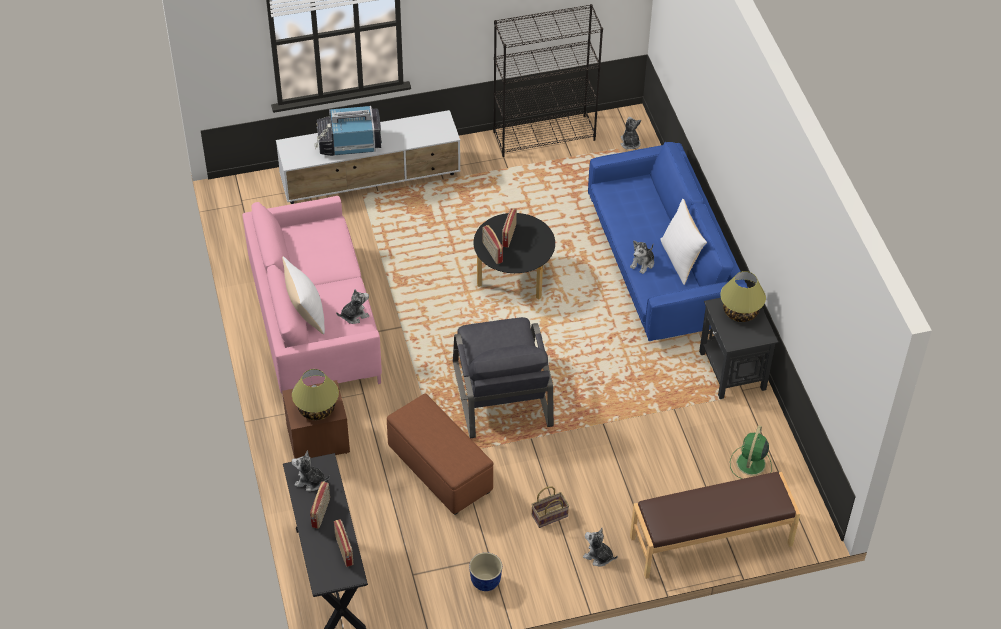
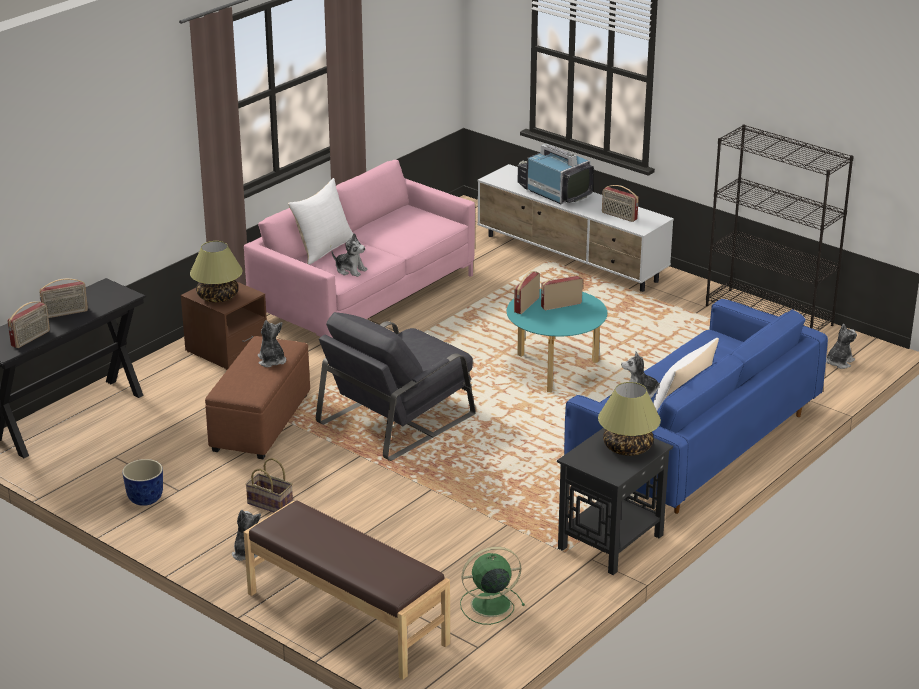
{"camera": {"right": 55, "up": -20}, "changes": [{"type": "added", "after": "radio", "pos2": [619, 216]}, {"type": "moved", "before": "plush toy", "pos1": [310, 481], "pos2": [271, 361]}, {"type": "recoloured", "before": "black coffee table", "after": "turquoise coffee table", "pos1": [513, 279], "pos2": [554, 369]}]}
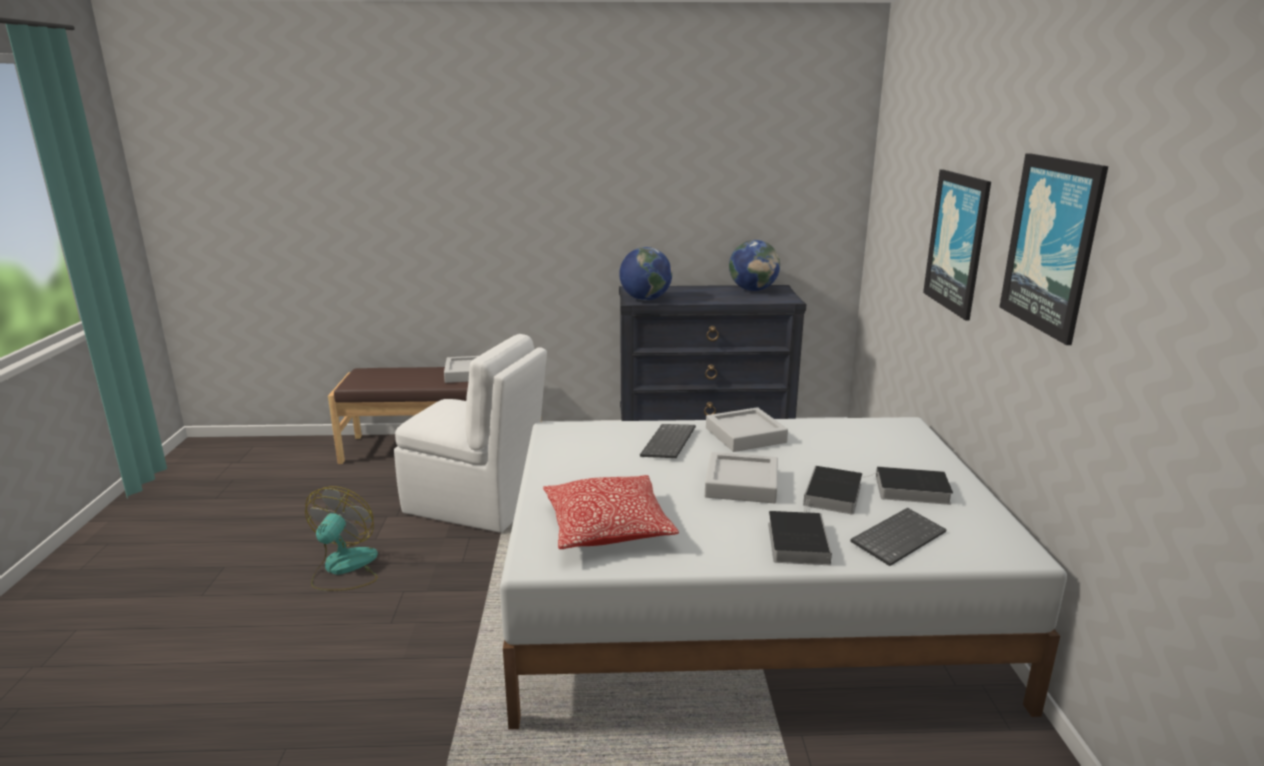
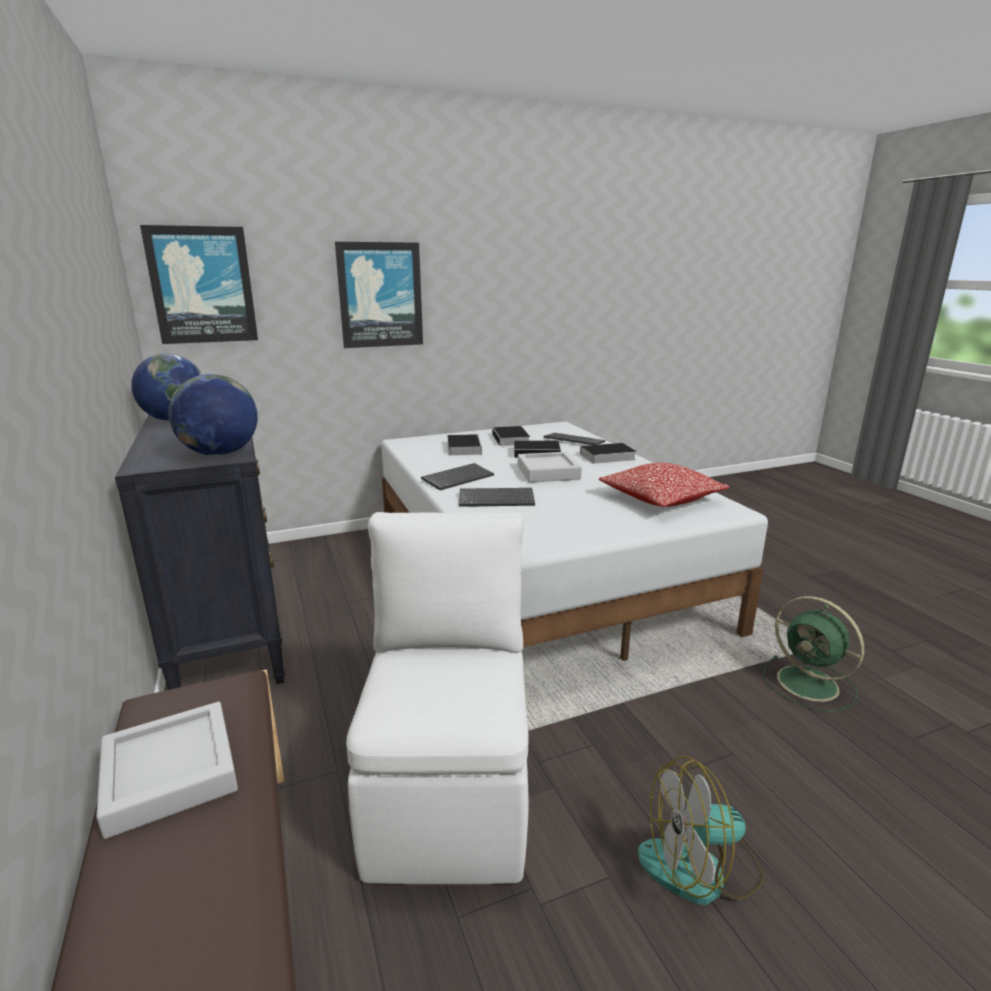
{"camera": {"right": -110, "up": 0}, "changes": [{"type": "added", "after": "book", "pos2": [463, 448]}, {"type": "added", "after": "green fan", "pos2": [810, 684]}, {"type": "moved", "before": "picture", "pos1": [1052, 245], "pos2": [202, 285]}, {"type": "replaced", "before": "grey tray", "after": "keyboard", "pos1": [745, 435], "pos2": [458, 478]}]}
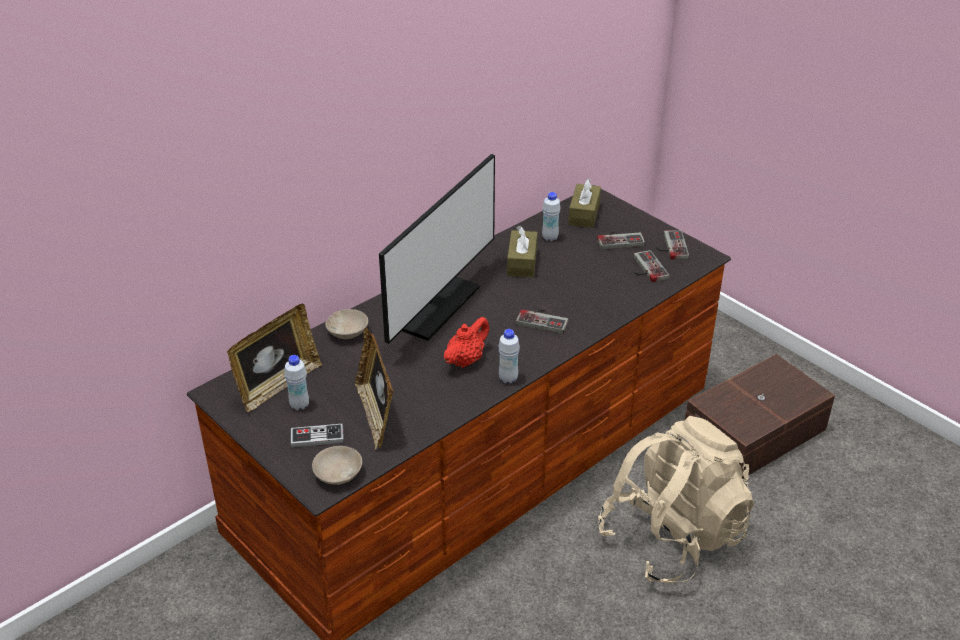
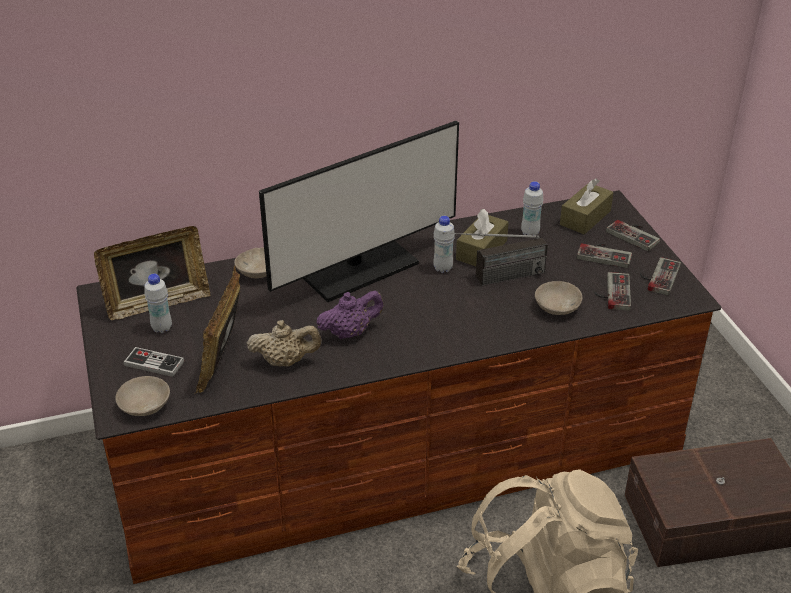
{"camera": {"right": 25, "up": 0}, "changes": [{"type": "added", "after": "beige teapot", "pos2": [285, 361]}, {"type": "added", "after": "radio", "pos2": [493, 279]}, {"type": "added", "after": "beige bowl", "pos2": [556, 306]}, {"type": "moved", "before": "white bottle", "pos1": [508, 378], "pos2": [443, 268]}, {"type": "moved", "before": "game controller", "pos1": [543, 319], "pos2": [635, 234]}, {"type": "recoloured", "before": "red teapot", "after": "purple teapot", "pos1": [466, 360], "pos2": [350, 332]}]}
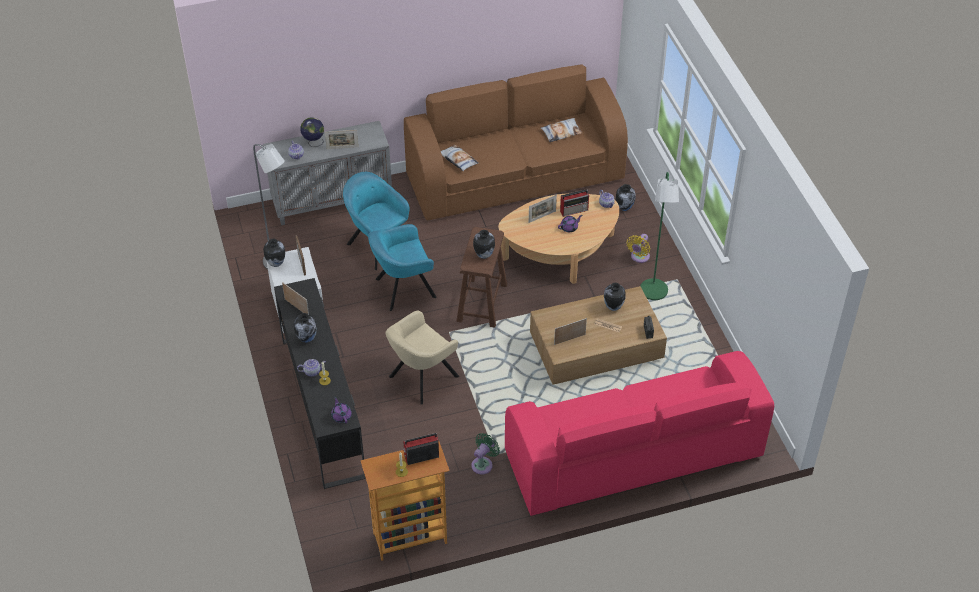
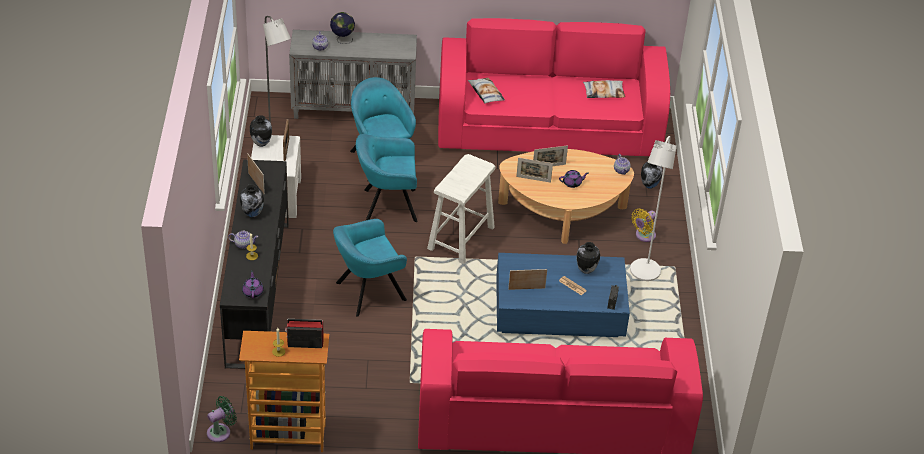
{"camera": {"right": 15, "up": -5}, "changes": [{"type": "removed", "before": "vase", "pos1": [483, 255]}, {"type": "removed", "before": "radio", "pos1": [574, 210]}, {"type": "moved", "before": "picture frame", "pos1": [342, 148], "pos2": [533, 179]}, {"type": "moved", "before": "green fan", "pos1": [483, 464], "pos2": [221, 431]}, {"type": "recoloured", "before": "beige armchair", "after": "turquoise armchair", "pos1": [421, 378], "pos2": [368, 292]}, {"type": "recoloured", "before": "brown sofa", "after": "pink sofa", "pos1": [515, 177], "pos2": [549, 129]}, {"type": "recoloured", "before": "brown stool", "after": "white stool", "pos1": [482, 302], "pos2": [461, 238]}, {"type": "recoloured", "before": "brown coffee table", "after": "blue coffee table", "pos1": [595, 348], "pos2": [558, 310]}, {"type": "recoloured", "before": "green floor lamp", "after": "white floor lamp", "pos1": [653, 294], "pos2": [643, 275]}]}
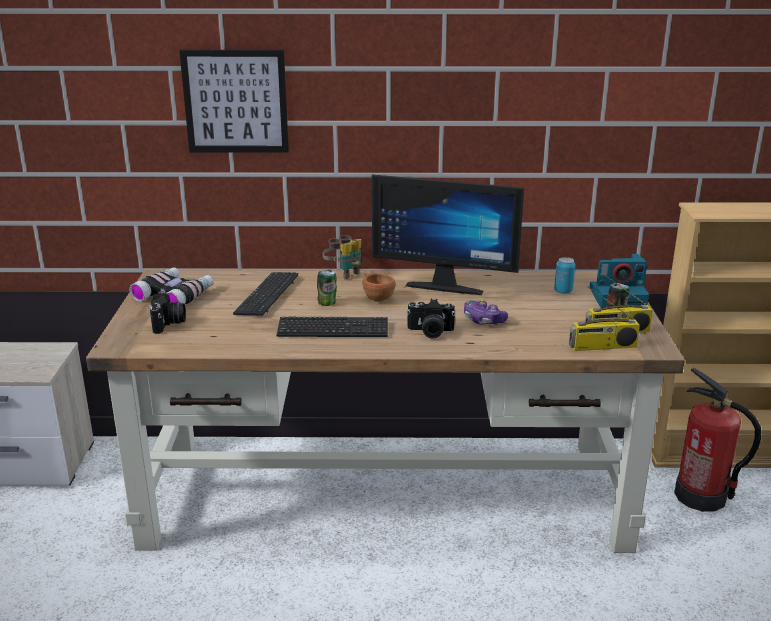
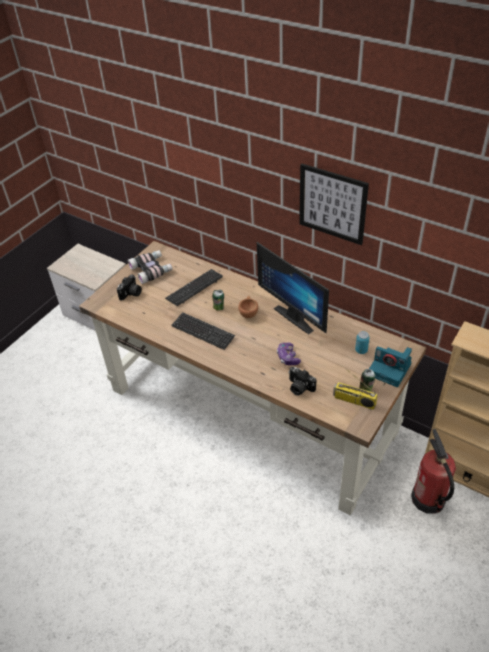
{"camera": {"right": 35, "up": 20}, "changes": [{"type": "removed", "before": "binoculars", "pos1": [344, 273]}, {"type": "removed", "before": "radio", "pos1": [602, 347]}, {"type": "moved", "before": "picture", "pos1": [235, 101], "pos2": [332, 204]}, {"type": "moved", "before": "photo camera", "pos1": [430, 332], "pos2": [299, 387]}]}
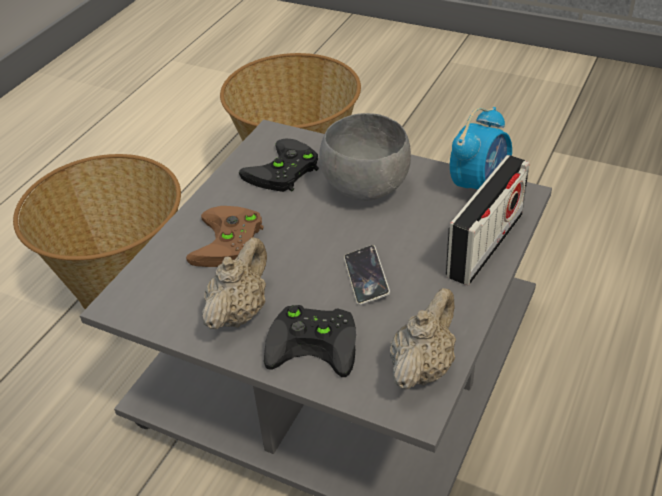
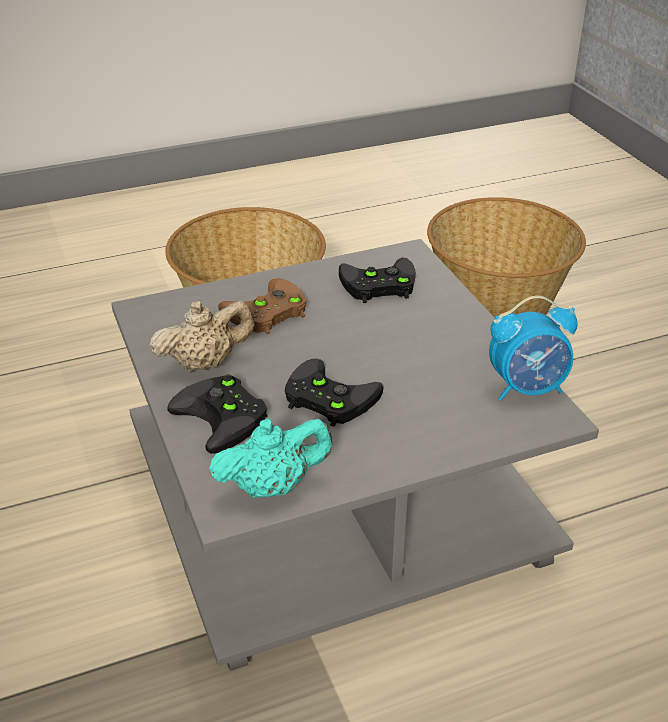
{"camera": {"right": 40, "up": -5}, "changes": [{"type": "removed", "before": "grey bowl", "pos1": [365, 187]}, {"type": "removed", "before": "radio", "pos1": [485, 245]}, {"type": "replaced", "before": "phone", "after": "black game controller", "pos1": [366, 278], "pos2": [326, 398]}, {"type": "recoloured", "before": "beige teapot", "after": "turquoise teapot", "pos1": [422, 367], "pos2": [273, 486]}]}
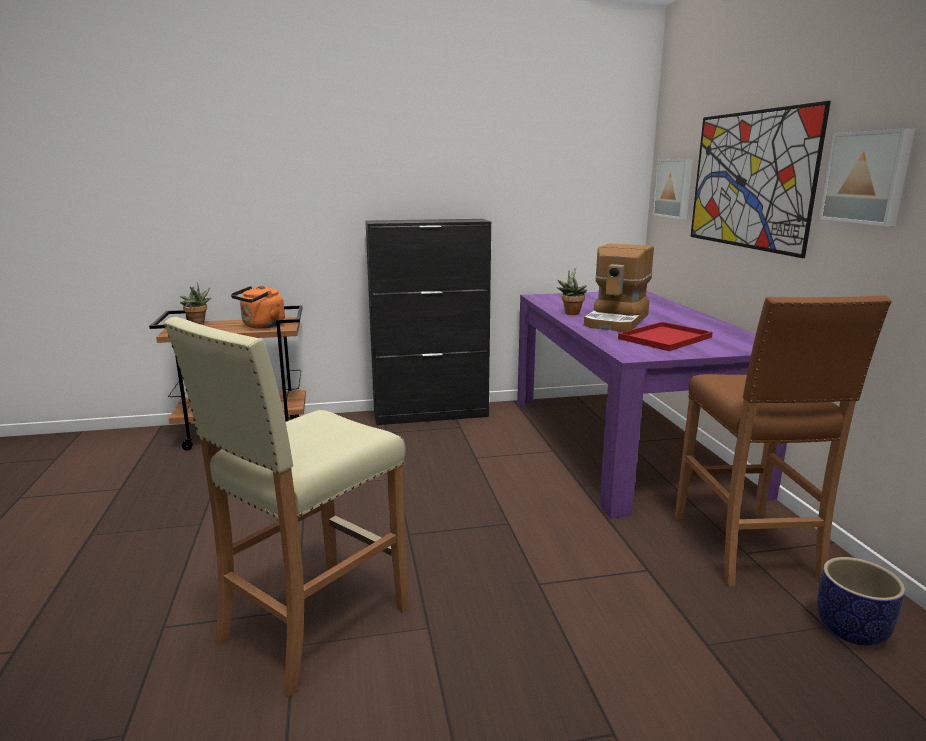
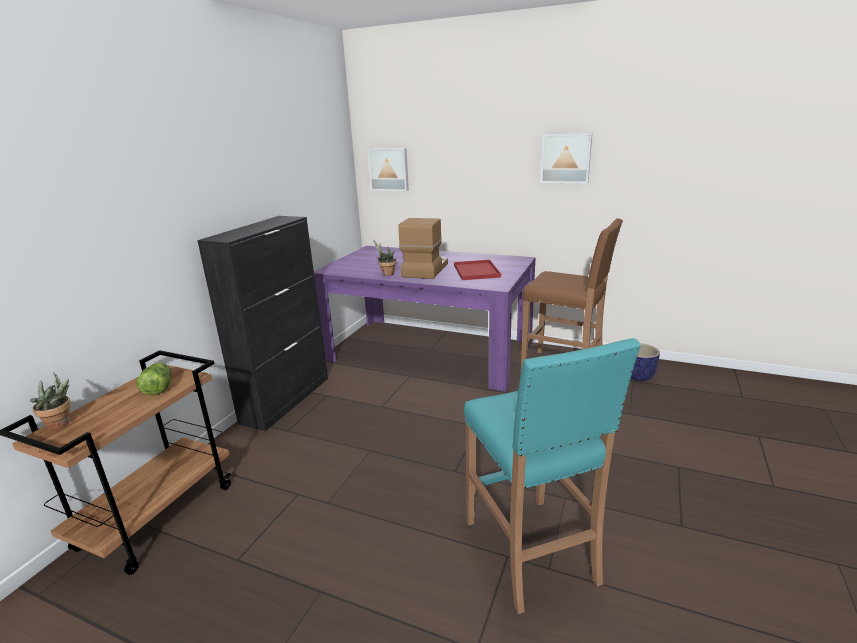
{"camera": {"right": -55, "up": 5}, "changes": [{"type": "removed", "before": "picture", "pos1": [749, 180]}, {"type": "replaced", "before": "orange kettle", "after": "lettuce", "pos1": [261, 326], "pos2": [158, 388]}, {"type": "recoloured", "before": "beige stool", "after": "turquoise stool", "pos1": [312, 624], "pos2": [530, 551]}, {"type": "turned", "before": "coffee machine", "pos1": [617, 321], "pos2": [425, 269], "turn": -135}]}
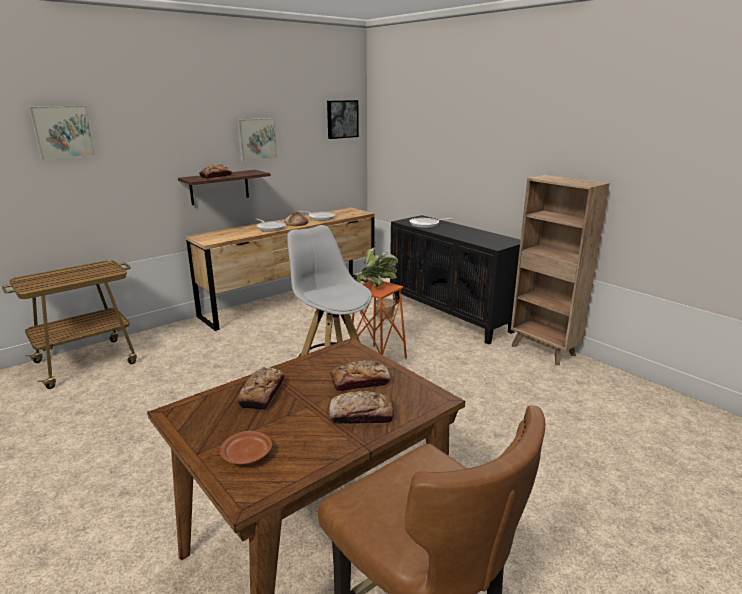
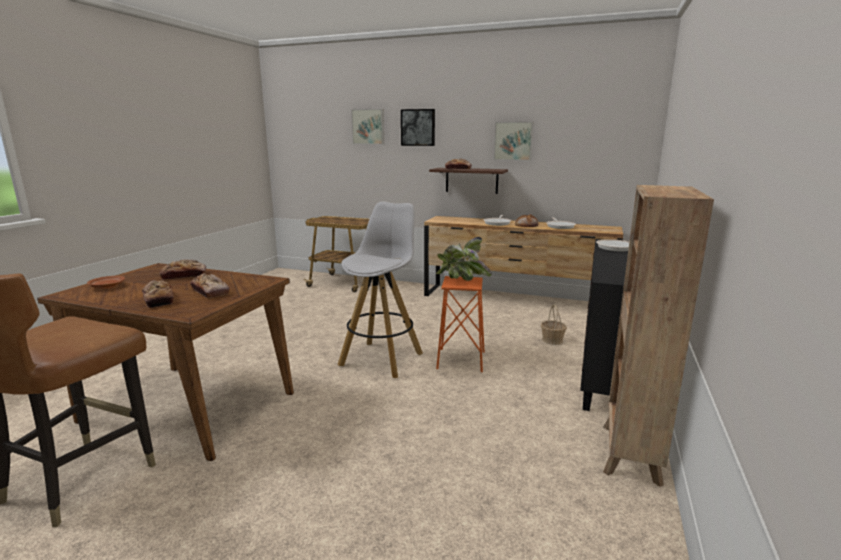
{"camera": {"right": 60, "up": -5}, "changes": [{"type": "moved", "before": "picture", "pos1": [342, 119], "pos2": [418, 127]}]}
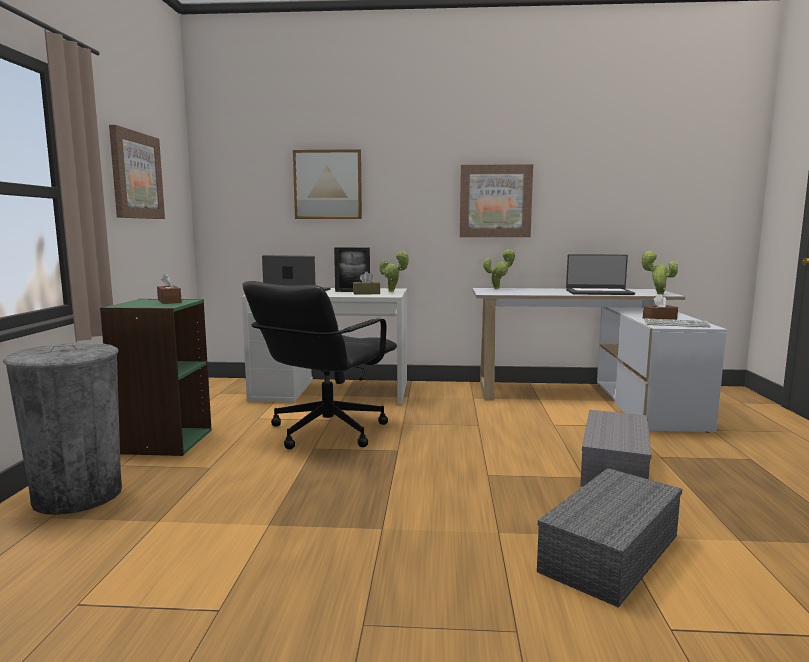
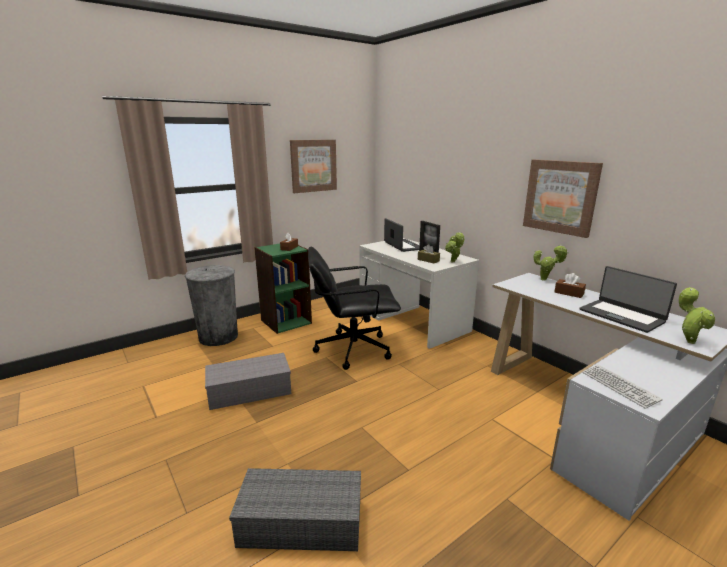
{"camera": {"right": 50, "up": 10}, "changes": [{"type": "removed", "before": "picture", "pos1": [328, 185]}, {"type": "moved", "before": "grey storage box", "pos1": [612, 466], "pos2": [251, 390]}, {"type": "moved", "before": "brown tissue box", "pos1": [659, 319], "pos2": [569, 293]}]}
